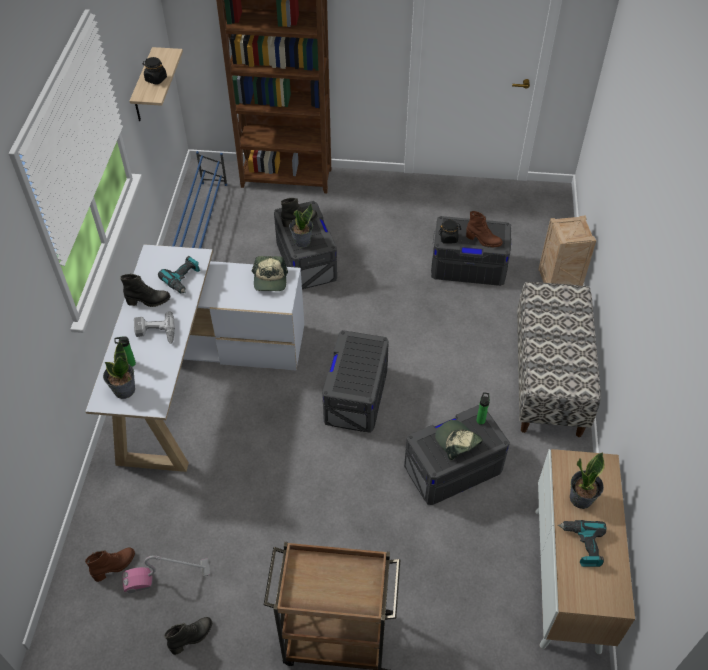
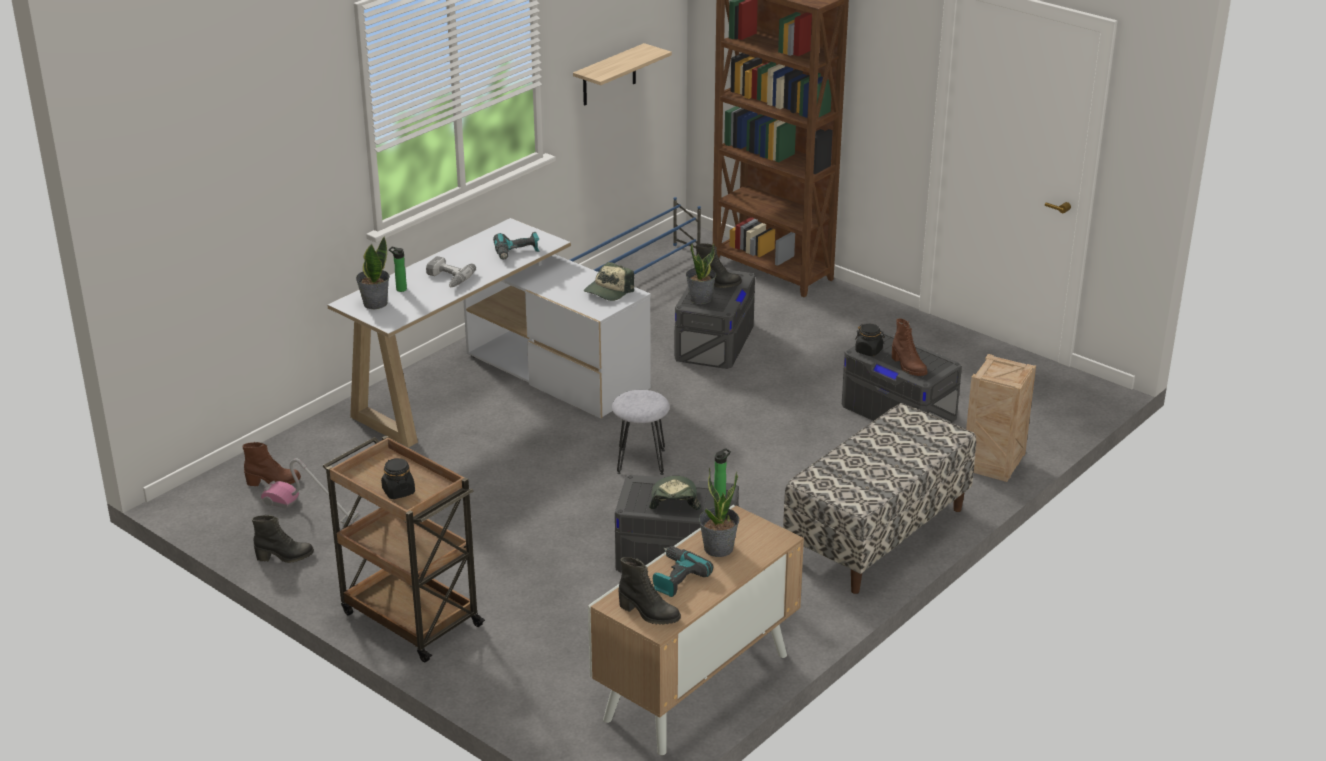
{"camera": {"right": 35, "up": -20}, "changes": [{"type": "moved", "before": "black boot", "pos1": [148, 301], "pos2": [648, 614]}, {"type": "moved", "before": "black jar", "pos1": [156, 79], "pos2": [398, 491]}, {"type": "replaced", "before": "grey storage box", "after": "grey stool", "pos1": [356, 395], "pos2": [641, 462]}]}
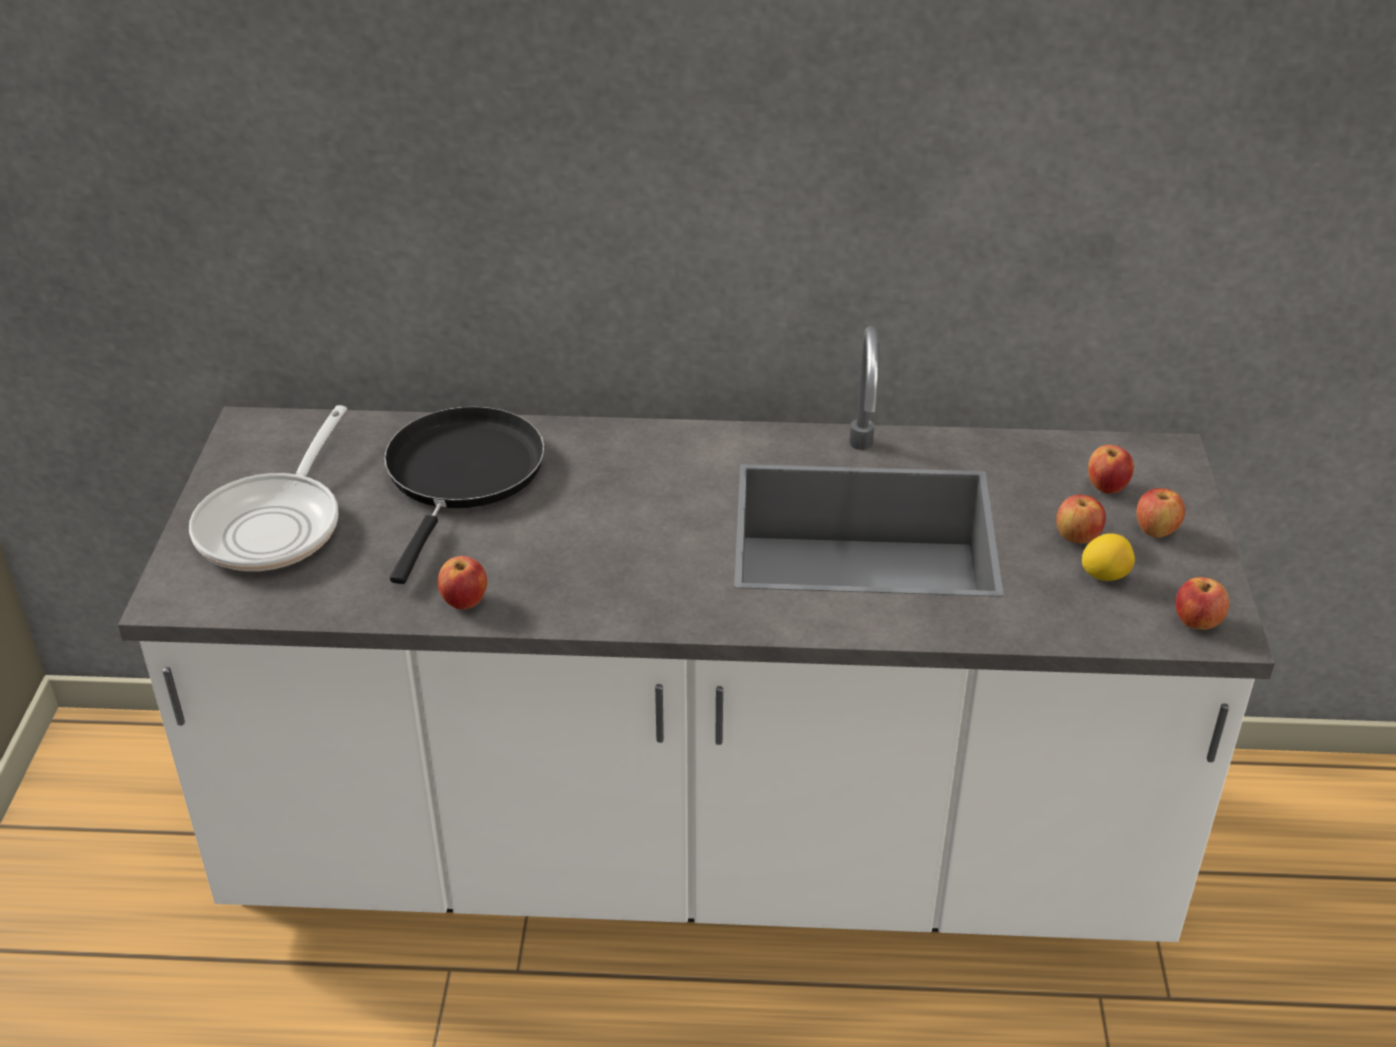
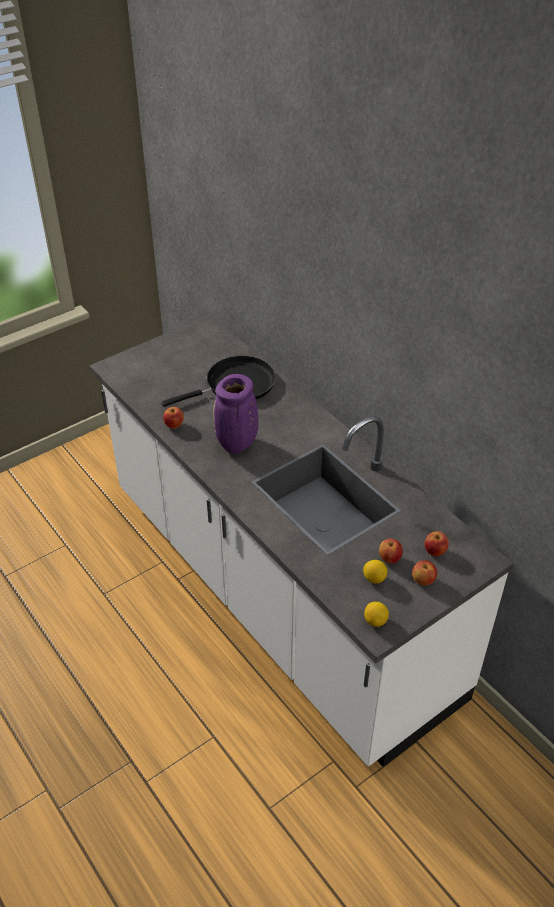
{"camera": {"right": 50, "up": 5}, "changes": [{"type": "removed", "before": "frying pan", "pos1": [275, 524]}, {"type": "added", "after": "purple vase", "pos2": [237, 445]}, {"type": "replaced", "before": "apple", "after": "lemon", "pos1": [1196, 622], "pos2": [375, 621]}]}
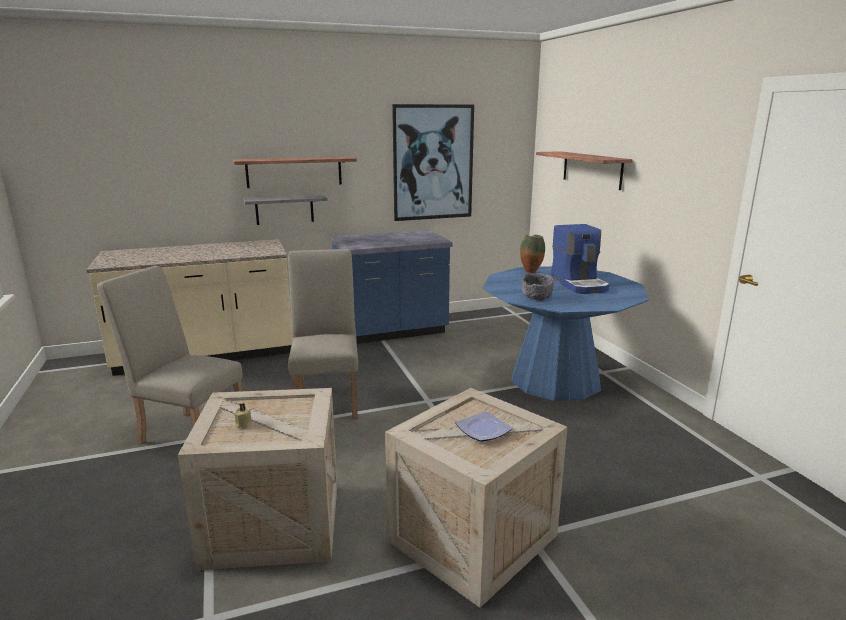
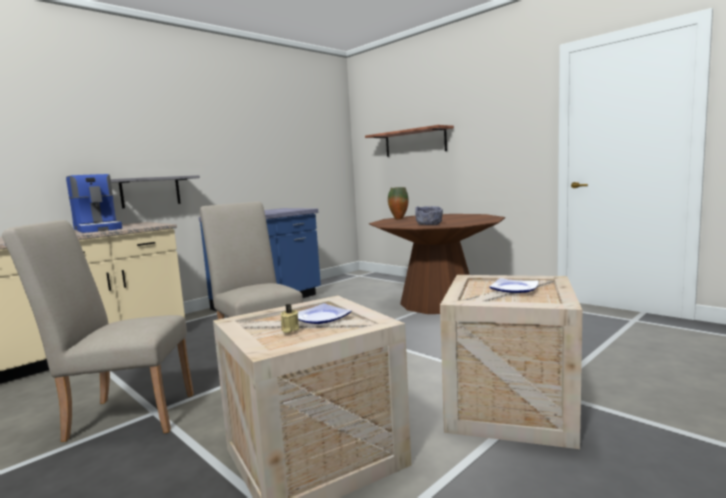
{"camera": {"right": -25, "up": -10}, "changes": [{"type": "removed", "before": "shelf", "pos1": [294, 172]}, {"type": "removed", "before": "picture", "pos1": [433, 163]}, {"type": "added", "after": "plate", "pos2": [320, 318]}, {"type": "moved", "before": "coffee machine", "pos1": [579, 284], "pos2": [98, 229]}, {"type": "recoloured", "before": "blue dining table", "after": "brown dining table", "pos1": [555, 380], "pos2": [438, 303]}]}
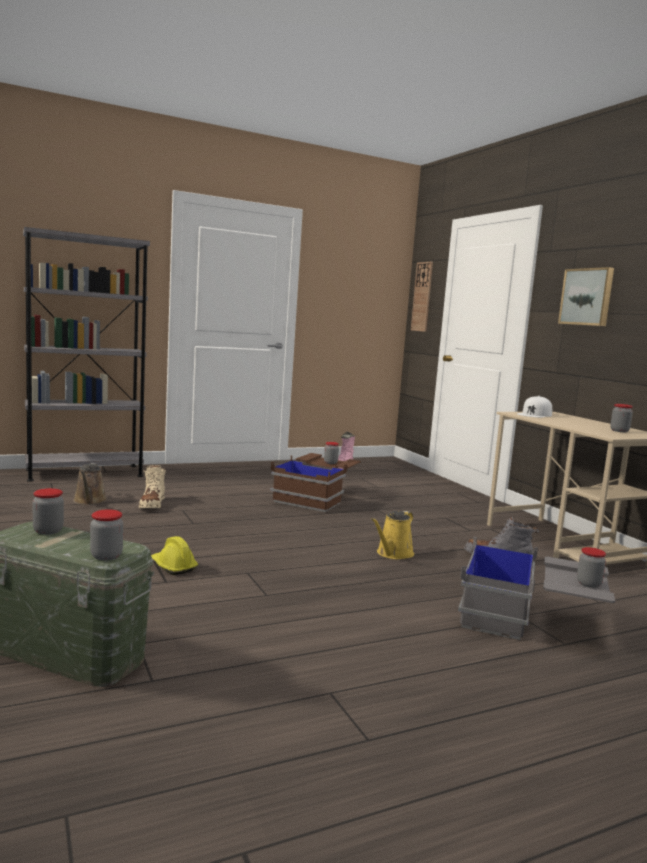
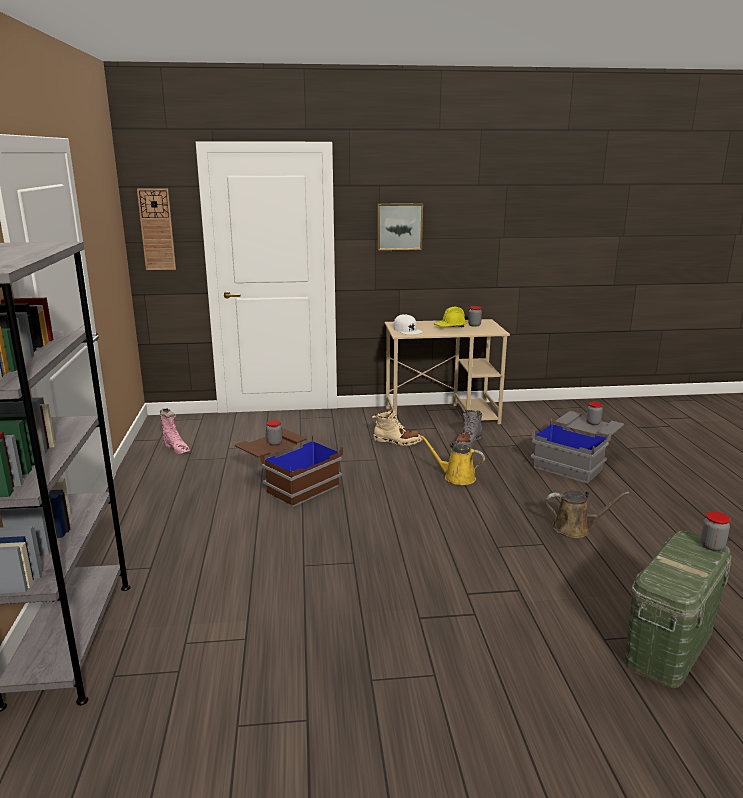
{"camera": {"right": -70, "up": 10}, "changes": [{"type": "removed", "before": "jar", "pos1": [48, 531]}, {"type": "moved", "before": "brown watering can", "pos1": [89, 501], "pos2": [575, 529]}, {"type": "moved", "before": "beige boot", "pos1": [152, 504], "pos2": [397, 441]}, {"type": "moved", "before": "yellow hard hat", "pos1": [173, 566], "pos2": [450, 327]}, {"type": "turned", "before": "yellow watering can", "pos1": [393, 554], "pos2": [456, 477], "turn": 150}]}
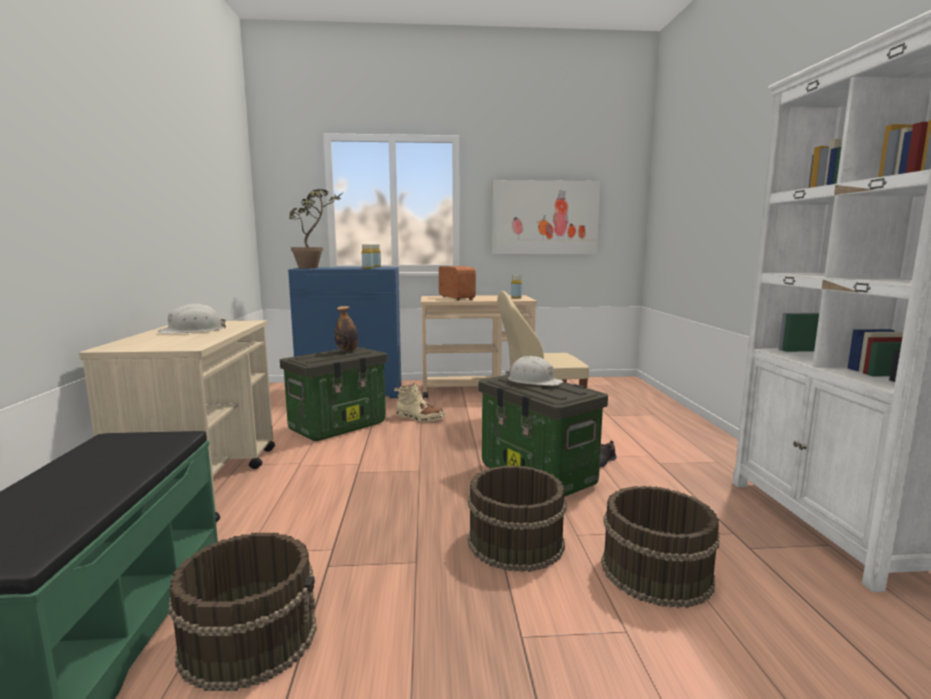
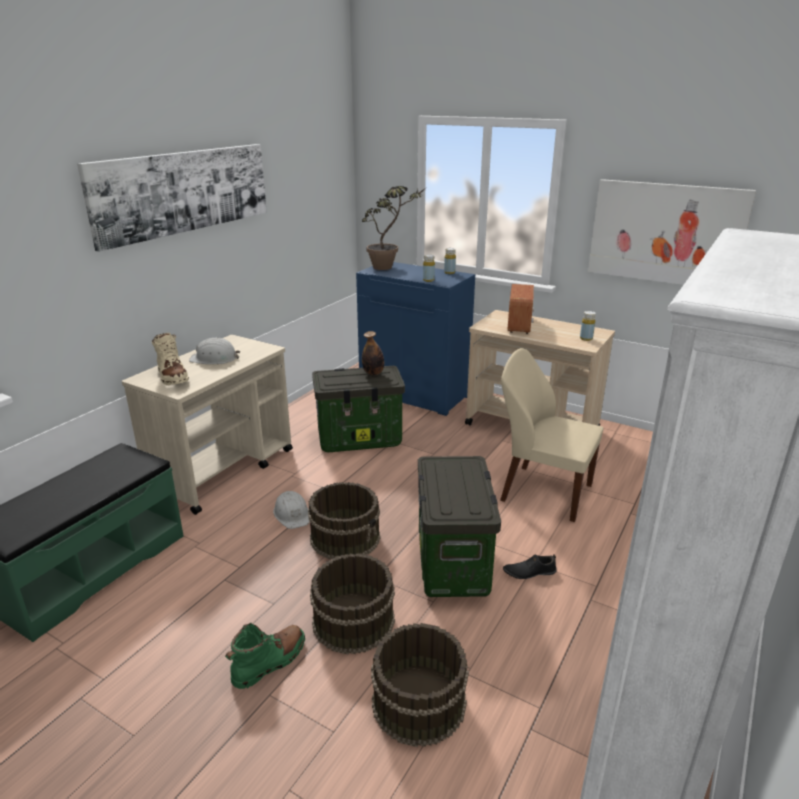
{"camera": {"right": 35, "up": 15}, "changes": [{"type": "added", "after": "picture", "pos2": [184, 191]}, {"type": "added", "after": "green boot", "pos2": [269, 662]}, {"type": "moved", "before": "brown bucket", "pos1": [250, 637], "pos2": [345, 537]}, {"type": "moved", "before": "beige boot", "pos1": [419, 418], "pos2": [172, 376]}, {"type": "moved", "before": "white hard hat", "pos1": [534, 381], "pos2": [292, 514]}]}
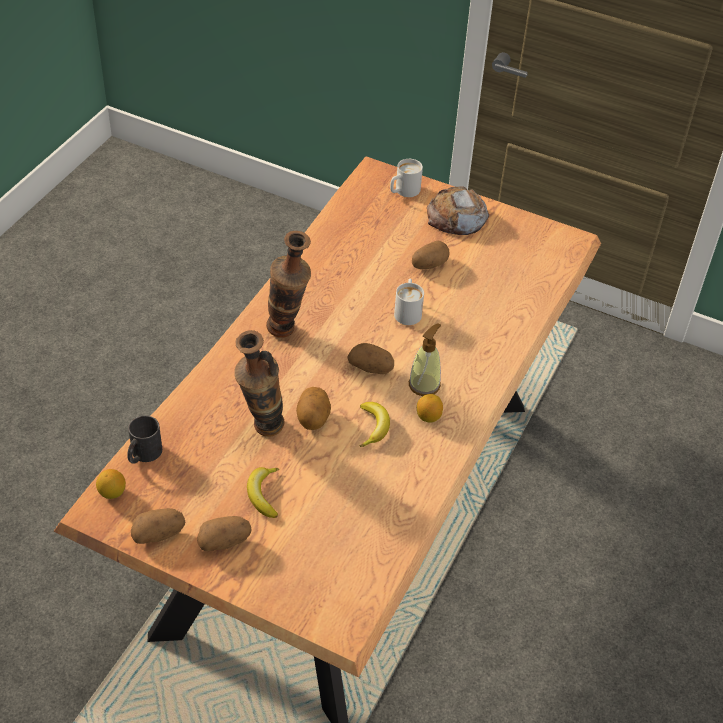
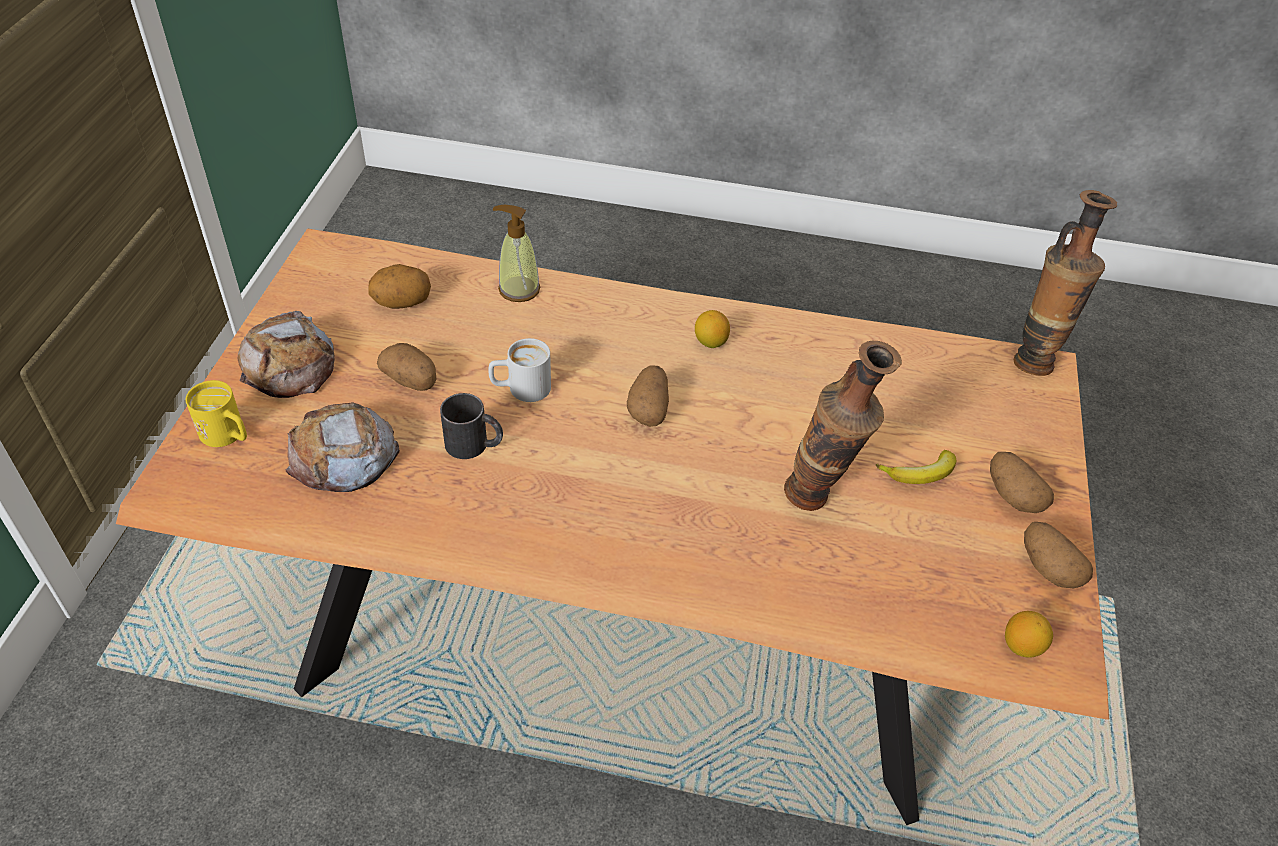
{"camera": {"right": -105, "up": 0}, "changes": [{"type": "removed", "before": "banana", "pos1": [373, 427]}, {"type": "added", "after": "bread", "pos2": [342, 456]}, {"type": "moved", "before": "black mug", "pos1": [143, 454], "pos2": [474, 445]}, {"type": "moved", "before": "vase", "pos1": [288, 333], "pos2": [1035, 358]}, {"type": "moved", "before": "potato", "pos1": [313, 419], "pos2": [402, 303]}, {"type": "moved", "before": "soap dispenser", "pos1": [424, 384], "pos2": [518, 289]}, {"type": "recoloured", "before": "white mug", "after": "yellow mug", "pos1": [403, 191], "pos2": [228, 436]}]}
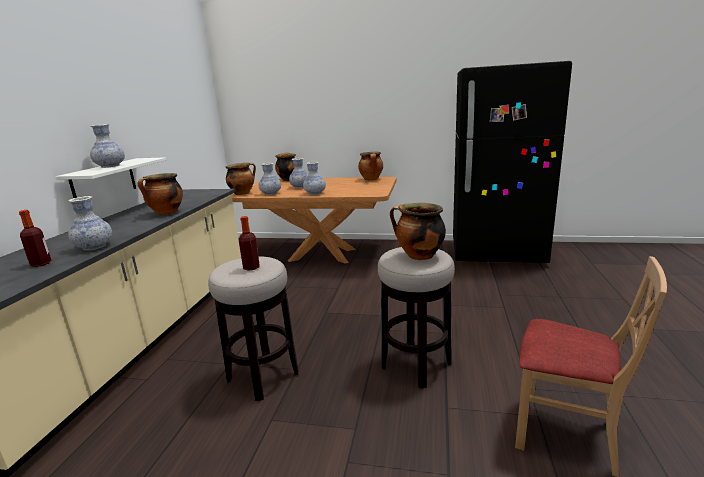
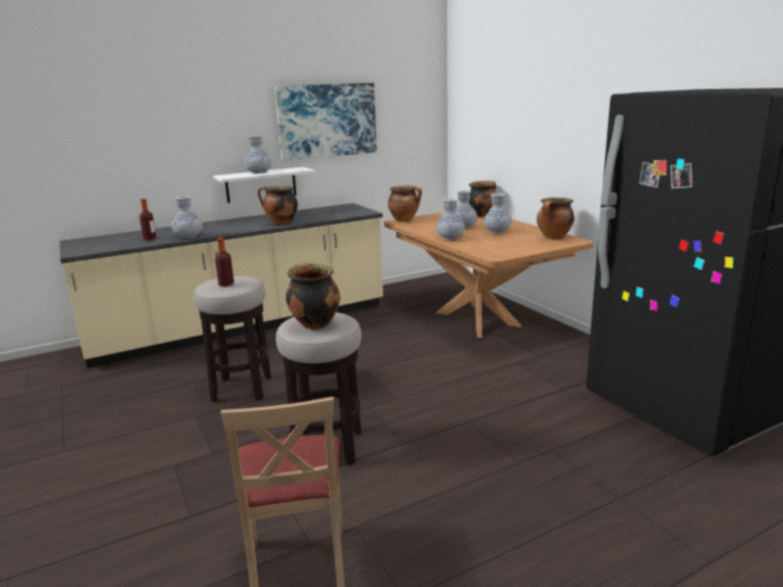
{"camera": {"right": 50, "up": 0}, "changes": [{"type": "added", "after": "picture", "pos2": [327, 120]}, {"type": "moved", "before": "vase", "pos1": [270, 193], "pos2": [497, 231]}]}
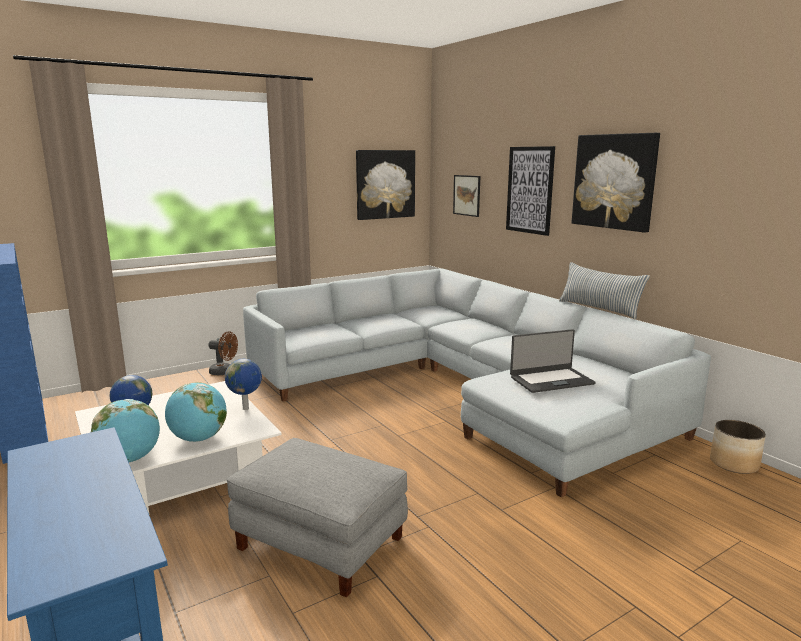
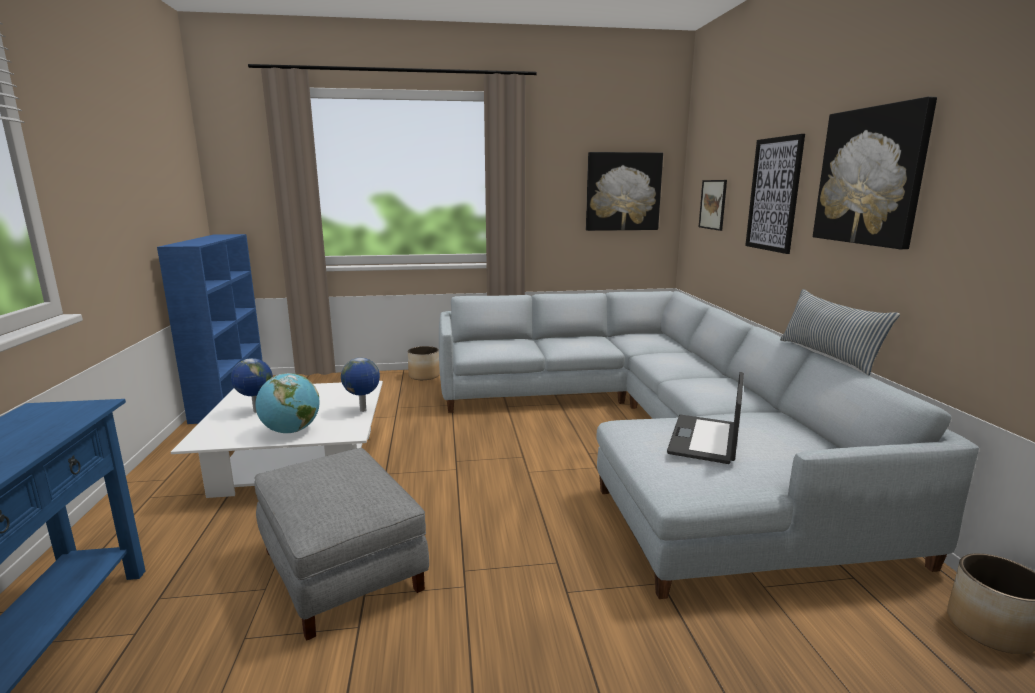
{"camera": {"right": 25, "up": 0}, "changes": [{"type": "removed", "before": "globe", "pos1": [130, 459]}, {"type": "replaced", "before": "brown fan", "after": "planter", "pos1": [224, 372], "pos2": [424, 376]}, {"type": "turned", "before": "laptop", "pos1": [551, 380], "pos2": [705, 439], "turn": 105}]}
